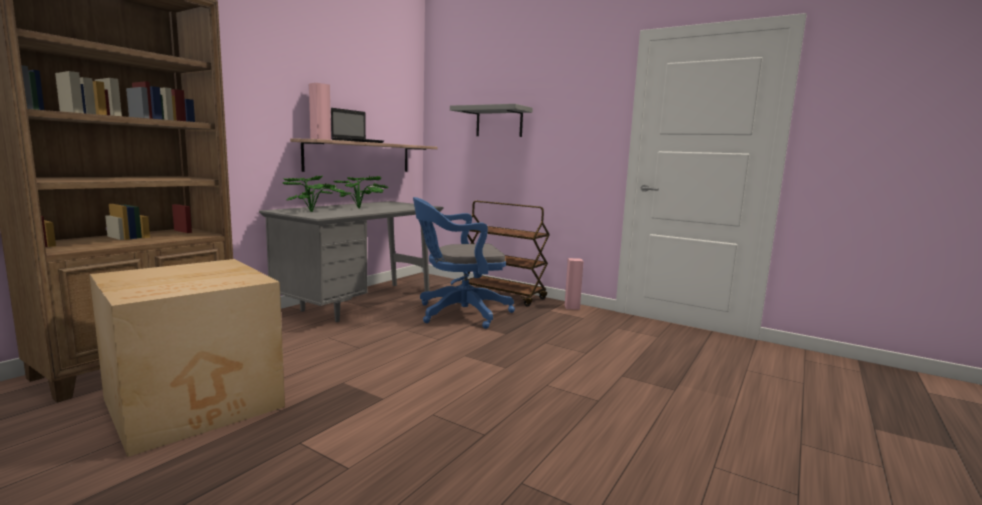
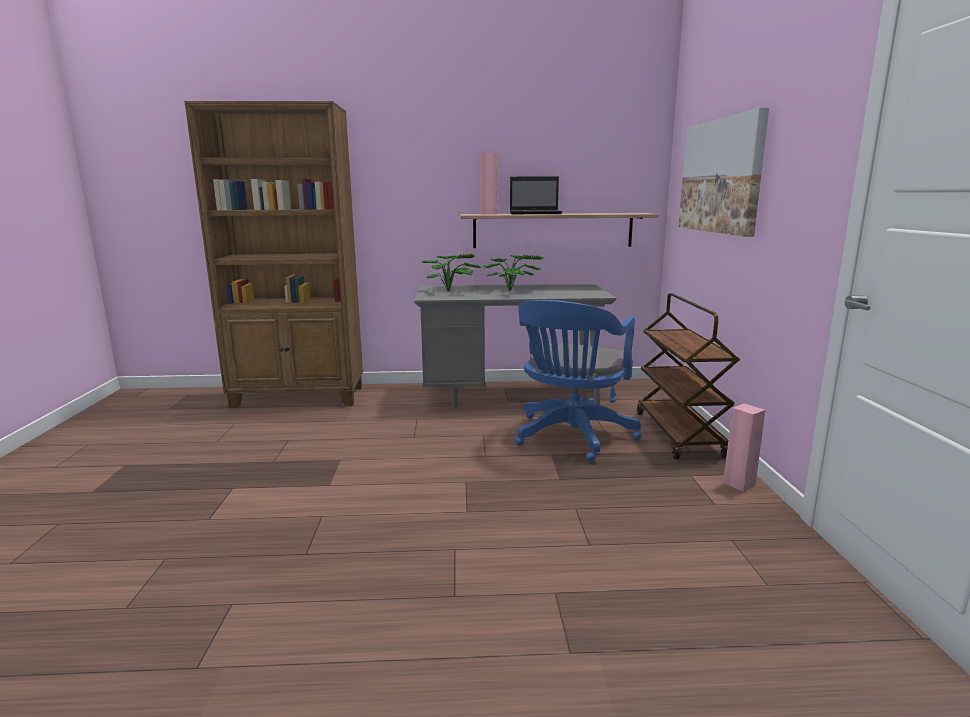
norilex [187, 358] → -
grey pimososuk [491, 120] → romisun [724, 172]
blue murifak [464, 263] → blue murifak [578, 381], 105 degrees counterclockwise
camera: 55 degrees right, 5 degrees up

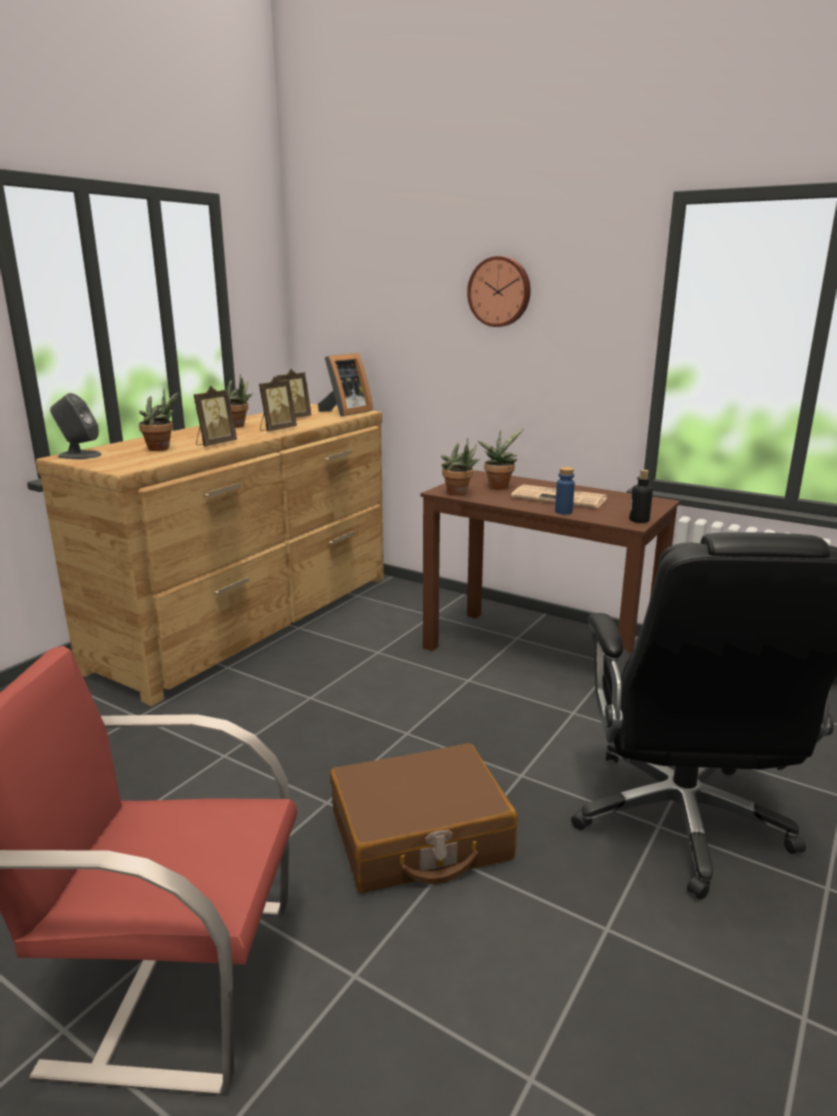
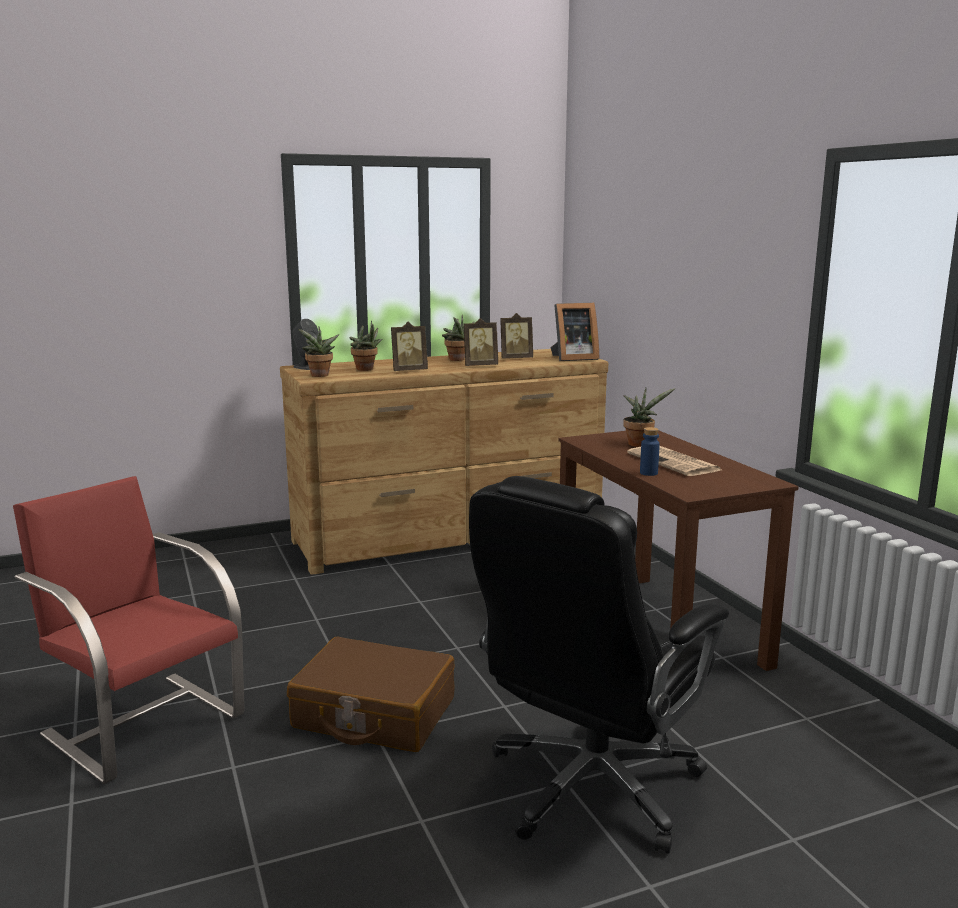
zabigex [499, 291] → -
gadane [641, 496] → -
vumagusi [460, 467] → vumagusi [318, 352], shifted
camera: 35 degrees right, 5 degrees down

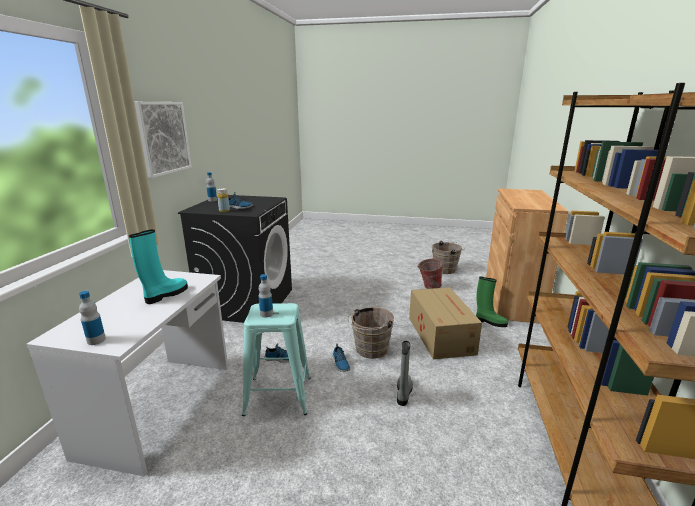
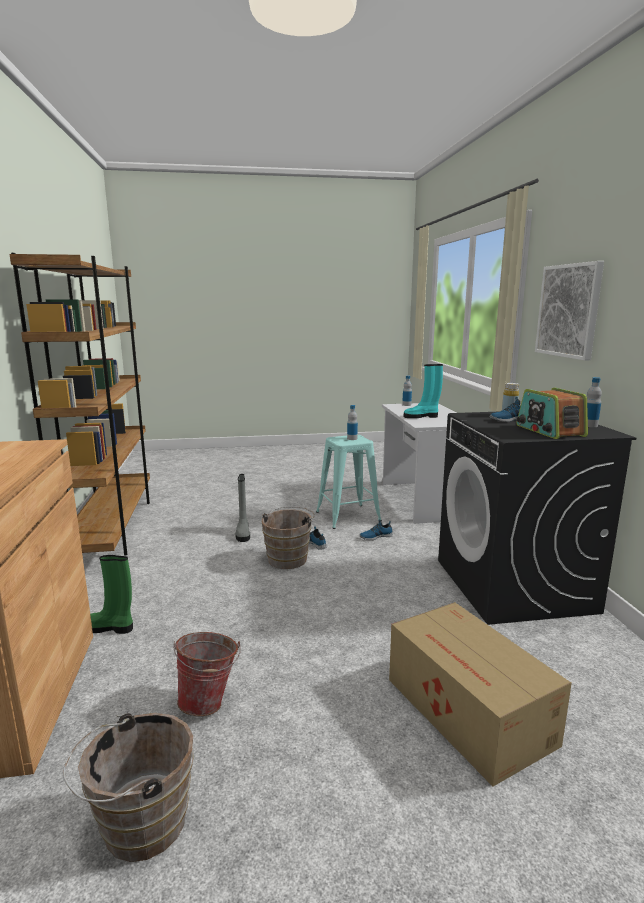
- → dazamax [552, 413]
norilex [445, 323] → norilex [480, 694], shifted
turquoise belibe [158, 267] → turquoise belibe [423, 391], 75 degrees clockwise
camera: 160 degrees right, 5 degrees down

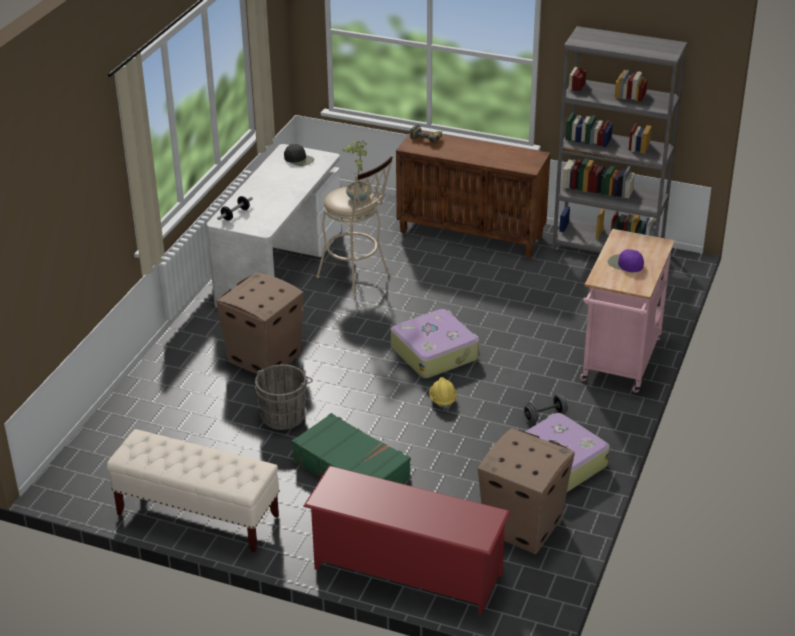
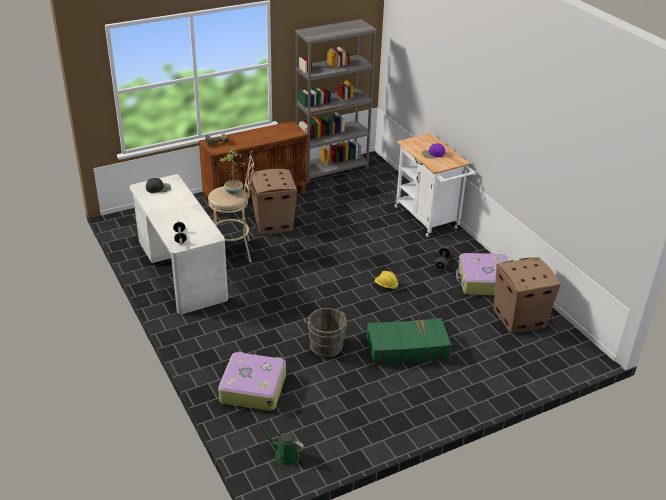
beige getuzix [193, 490] → -
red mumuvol [406, 540] → -
- → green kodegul [281, 443]
norilex [260, 323] → norilex [273, 202], shifted
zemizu [435, 343] → zemizu [252, 381], shifted
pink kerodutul [627, 310] → white kerodutul [435, 185]
camera: 50 degrees left, 0 degrees up

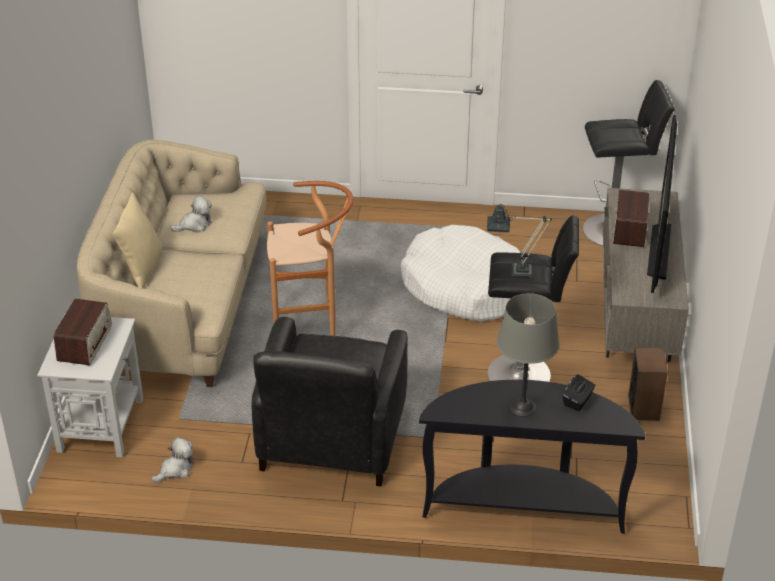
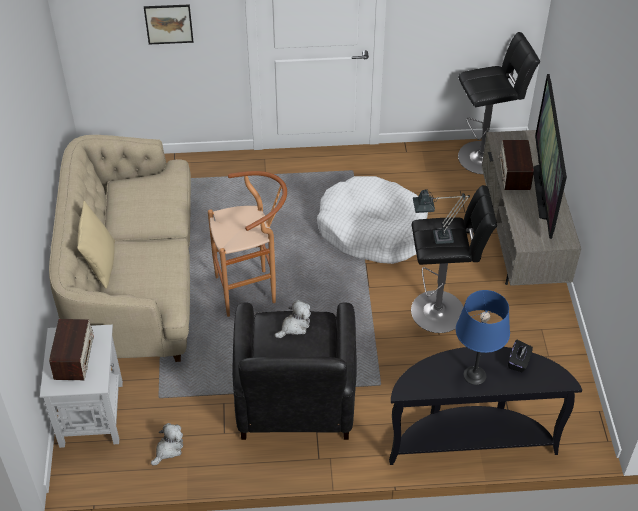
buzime [648, 384] → -
- → romisun [168, 24]
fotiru [191, 214] → fotiru [293, 319], shifted
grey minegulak [528, 355] → blue minegulak [483, 337]
camera: 10 degrees left, 10 degrees up

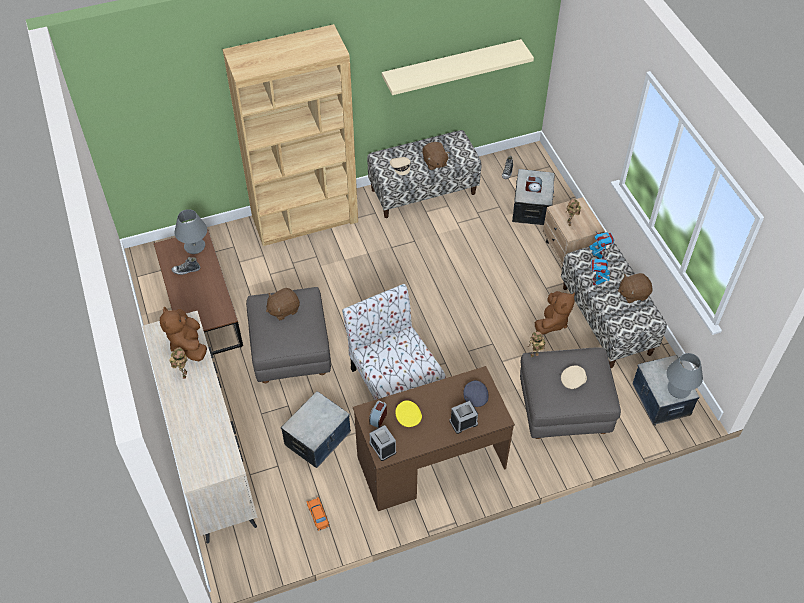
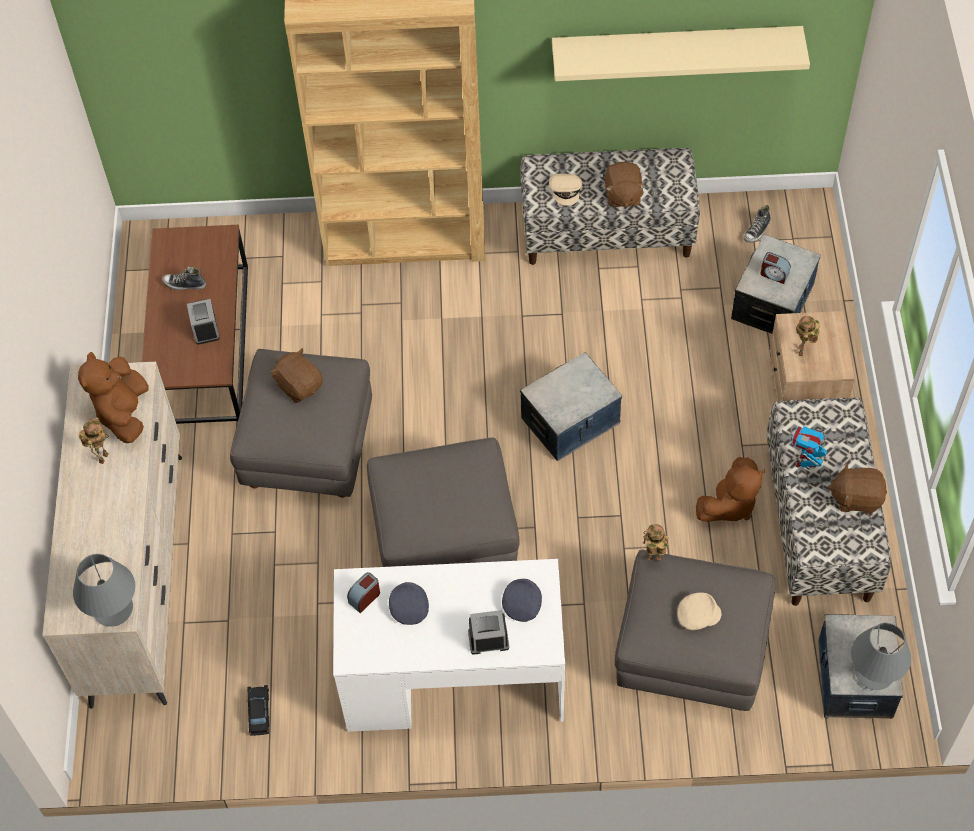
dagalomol [602, 245] → -
grey minegulak [190, 231] → grey minegulak [104, 590], shifted
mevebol [316, 429] → mevebol [571, 406], shifted
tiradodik [382, 443] → tiradodik [203, 322], shifted
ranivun [394, 342] → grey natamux [443, 502]
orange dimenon [318, 514] → black dimenon [258, 710]
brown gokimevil [434, 438] → white gokimevil [449, 645]
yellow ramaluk [409, 413] → grey ramaluk [409, 603]
brown fotiru [283, 304] → brown fotiru [296, 375], 60 degrees clockwise
camera: 20 degrees right, 5 degrees up

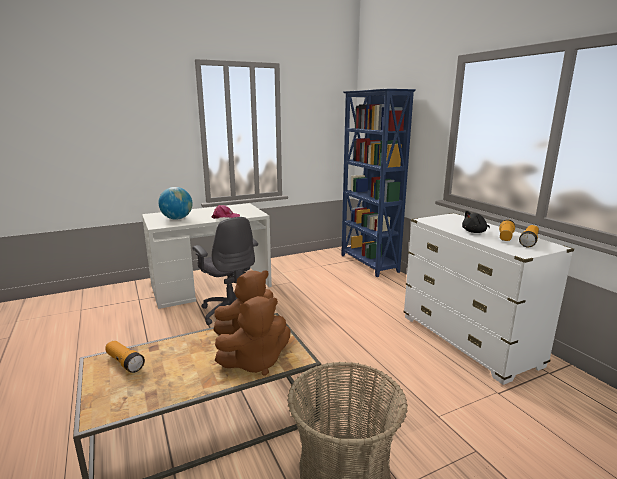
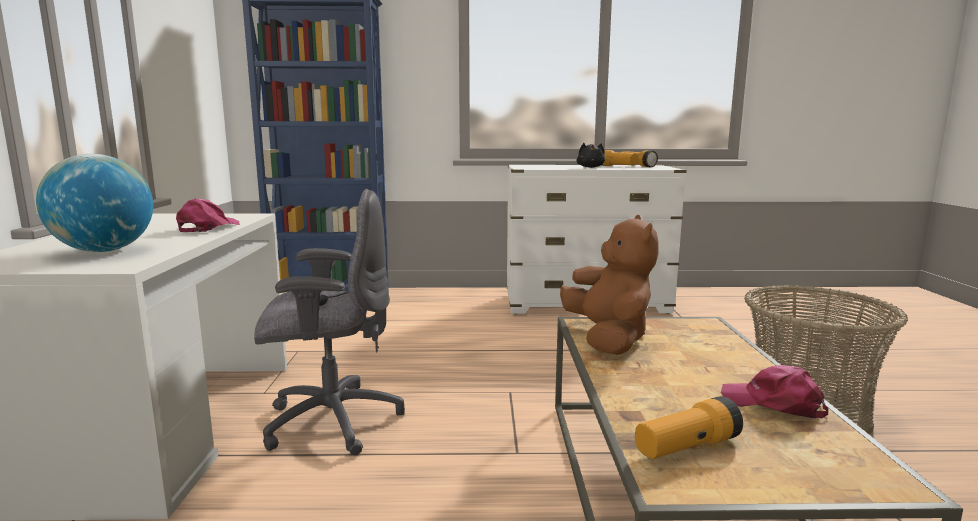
brown fotiru [252, 336] → -
- → pink ramaluk [774, 391]
camera: 65 degrees left, 5 degrees down

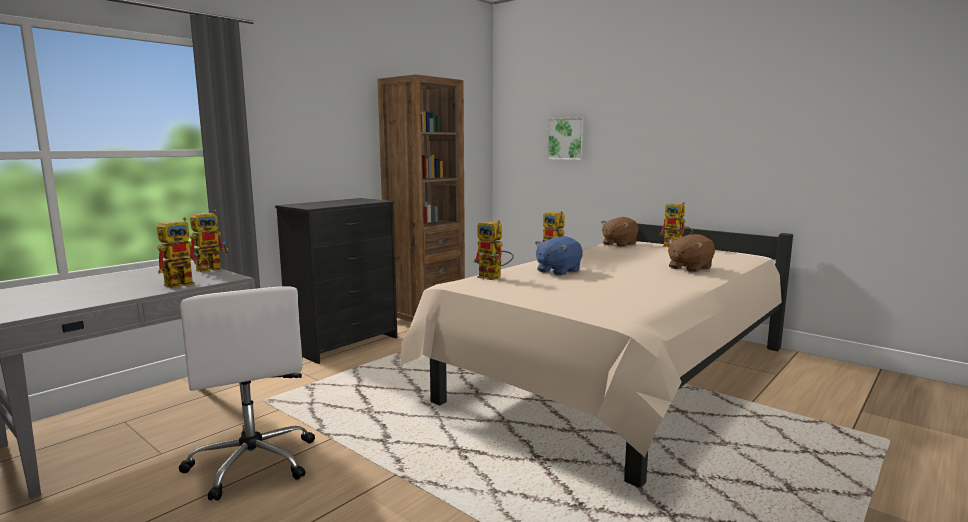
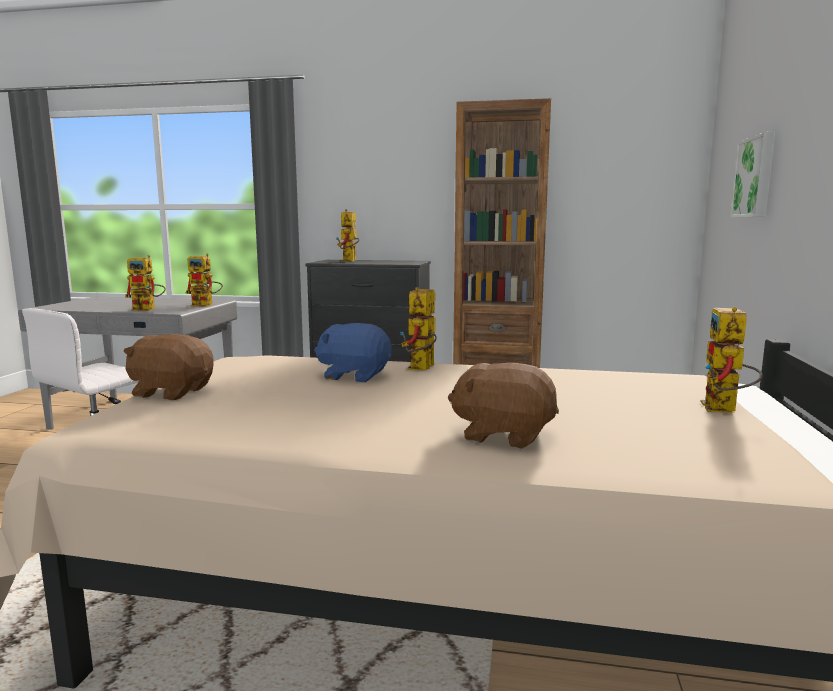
dagalomol [494, 250] → dagalomol [348, 235], shifted
brown fotiru [620, 232] → brown fotiru [168, 367], shifted
camera: 60 degrees right, 0 degrees up

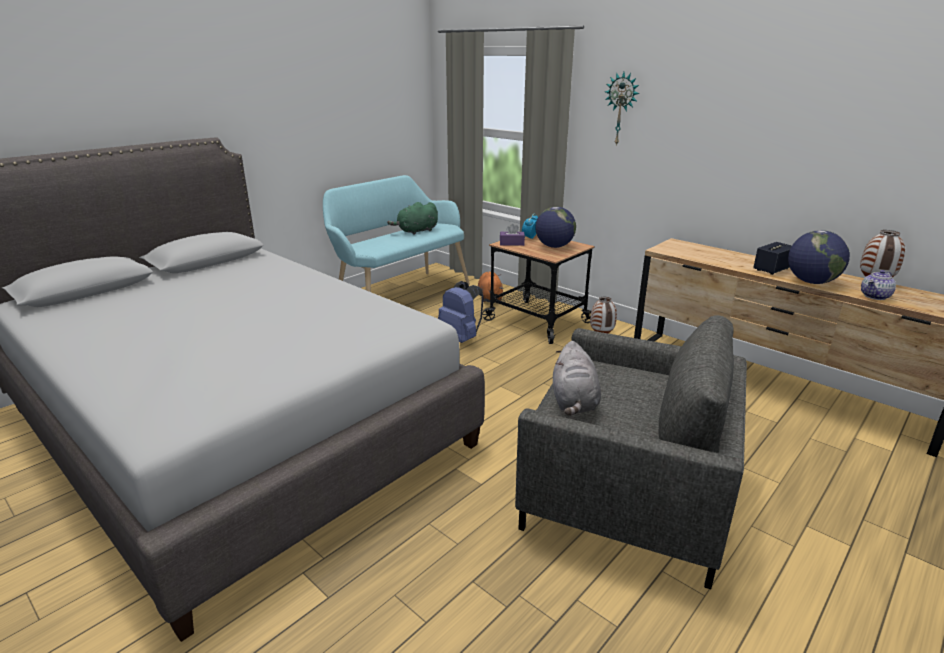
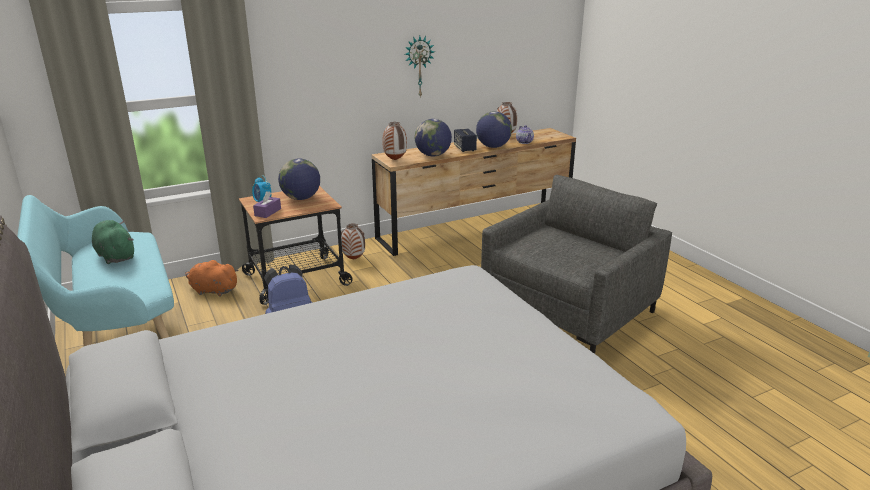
grey fotiru [577, 378] → -
- → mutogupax [394, 141]
- → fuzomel [433, 137]
zabigex [622, 109] → zabigex [420, 66], shifted
green fotiru [412, 218] → green fotiru [113, 242], 150 degrees clockwise
camera: 70 degrees left, 0 degrees up

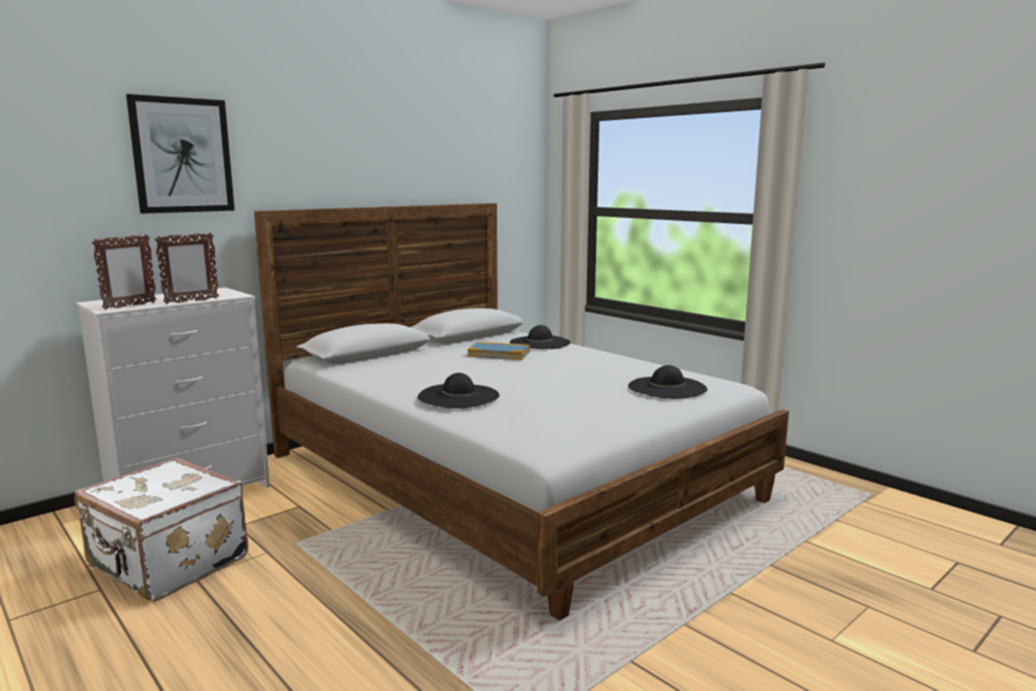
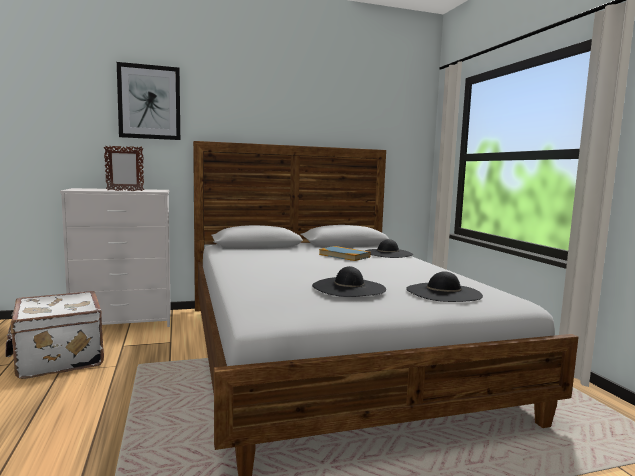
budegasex [124, 272] → -
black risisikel [458, 391] → black risisikel [349, 281], shifted
camera: 25 degrees right, 5 degrees down

